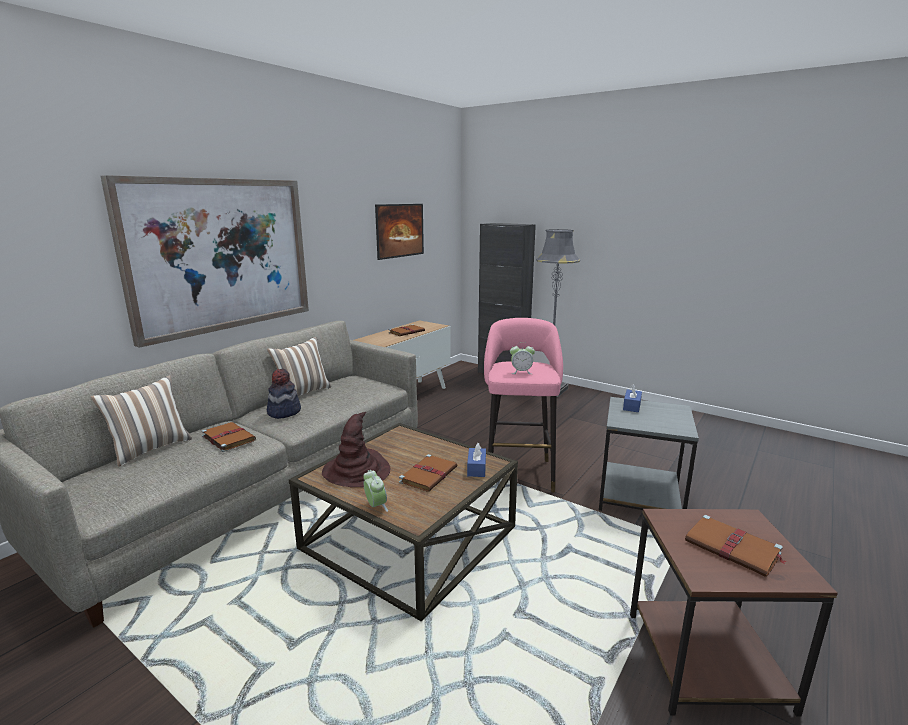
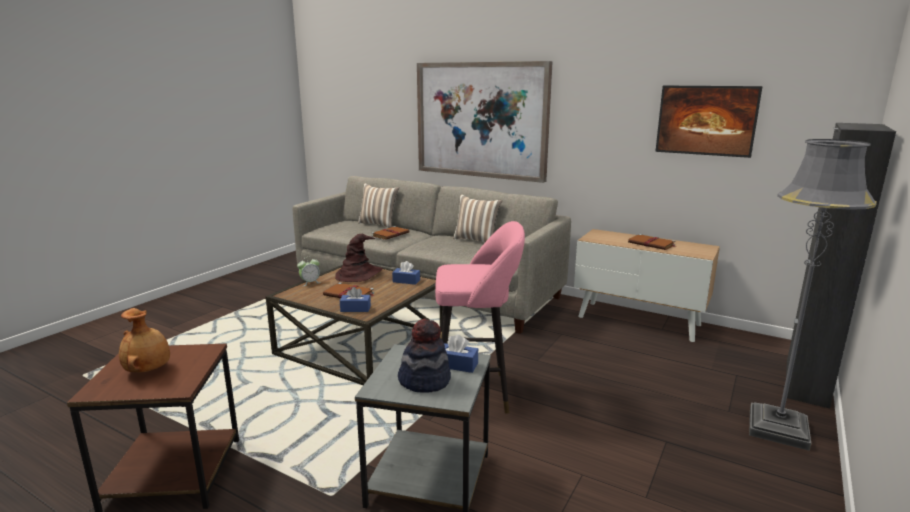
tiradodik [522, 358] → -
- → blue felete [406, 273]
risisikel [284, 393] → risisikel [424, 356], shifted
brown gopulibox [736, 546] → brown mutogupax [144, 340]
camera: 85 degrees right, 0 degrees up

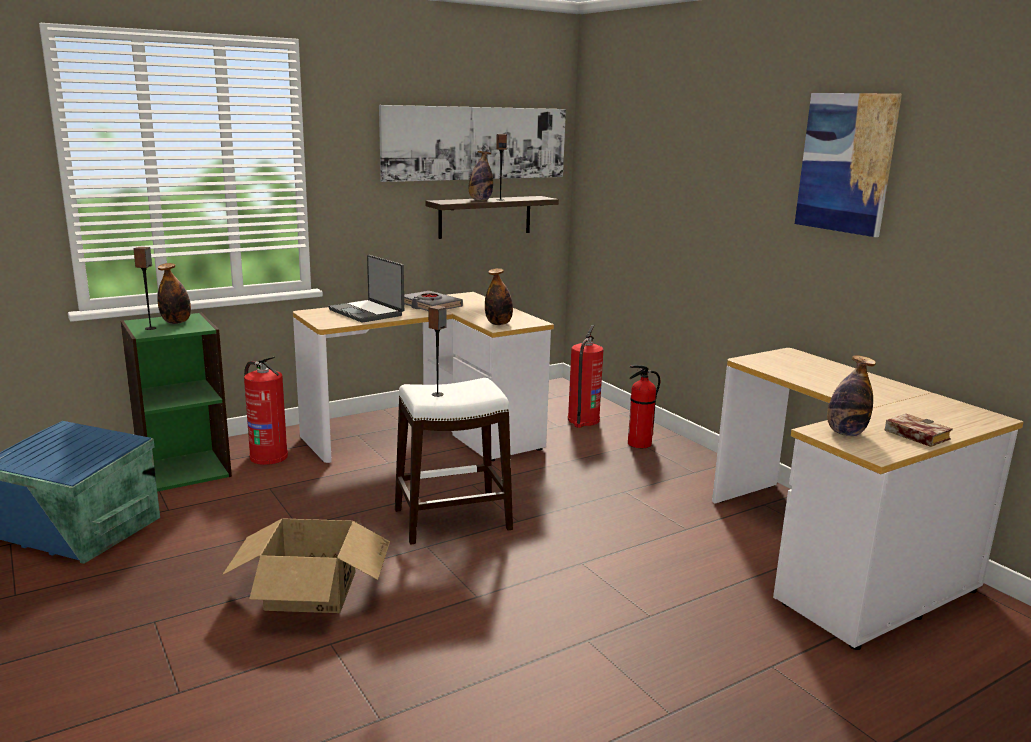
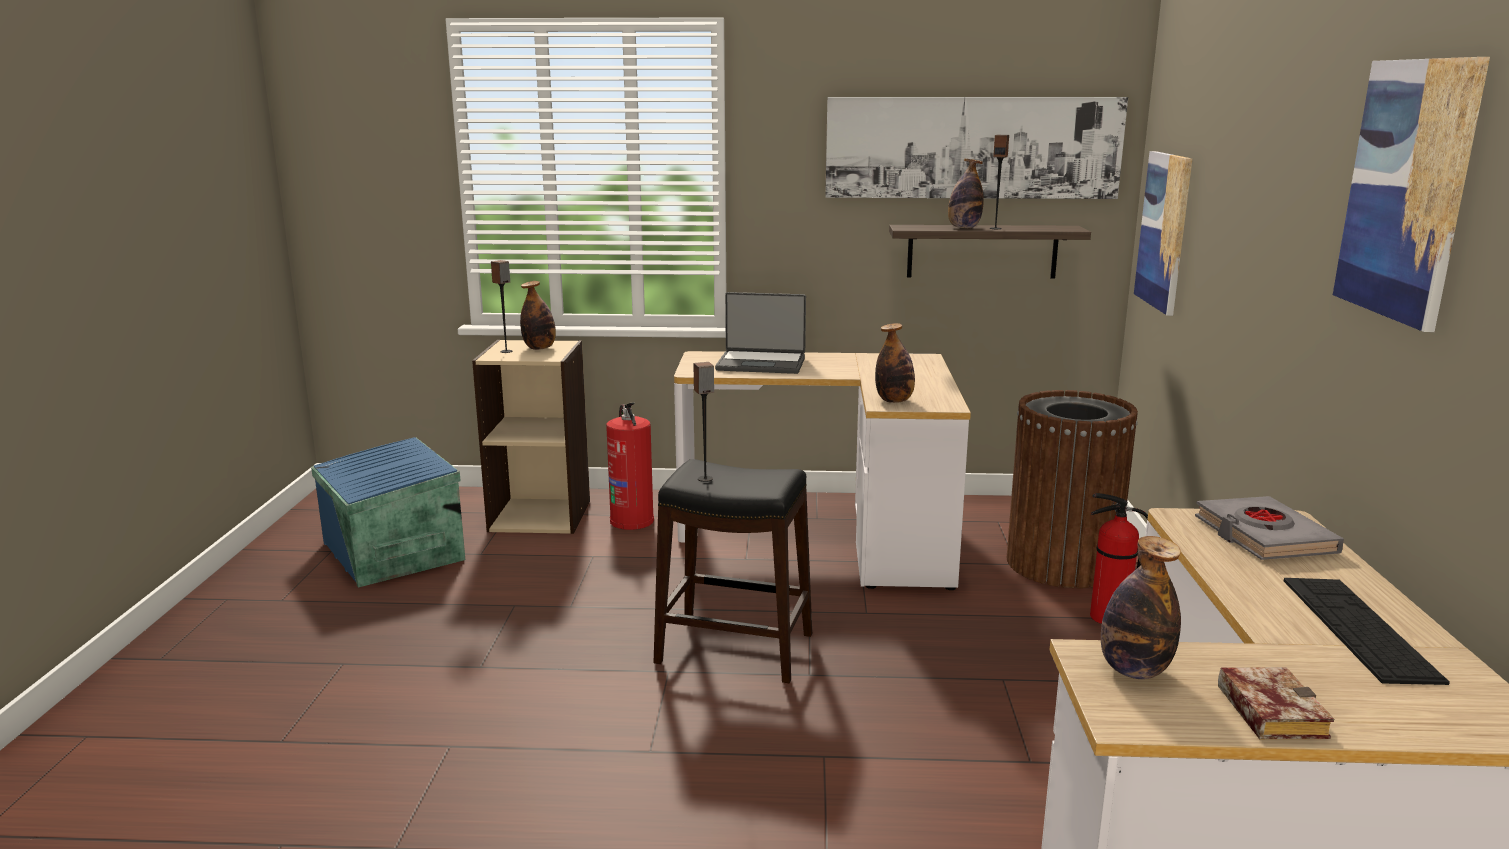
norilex [306, 565] → -
- → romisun [1163, 233]
- → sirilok [1367, 631]
grey gopulibox [433, 301] → grey gopulibox [1269, 528], shifted
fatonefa [586, 376] → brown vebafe [1072, 489]
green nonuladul [176, 402] → beige nonuladul [531, 437]
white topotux [454, 461] → black topotux [733, 571]
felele [366, 288] → felele [760, 333], 75 degrees counterclockwise
camera: 35 degrees right, 0 degrees up

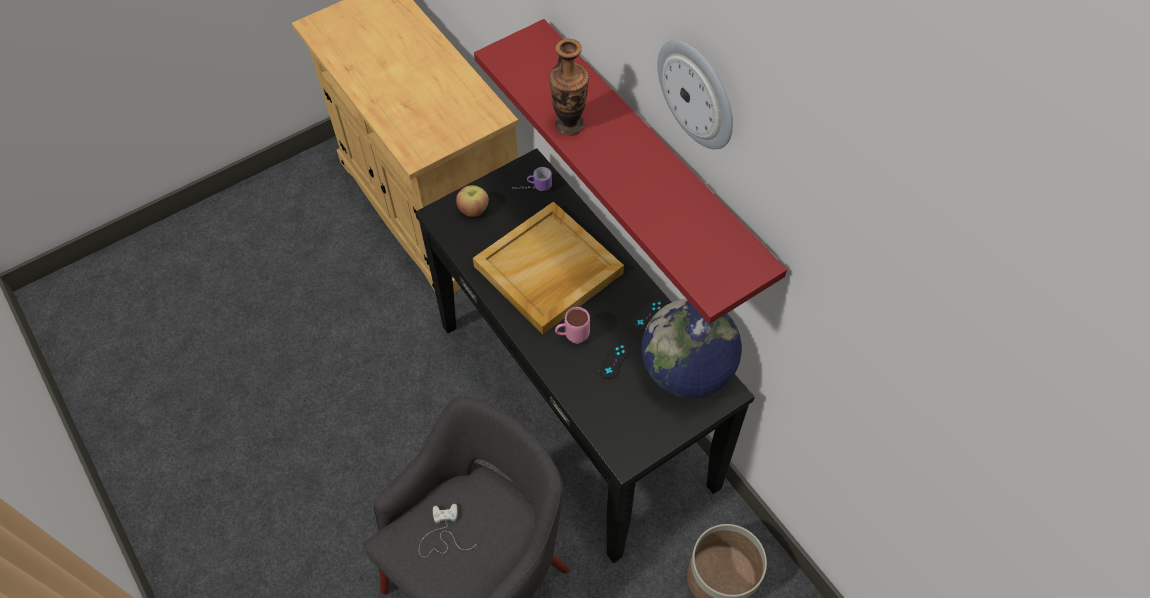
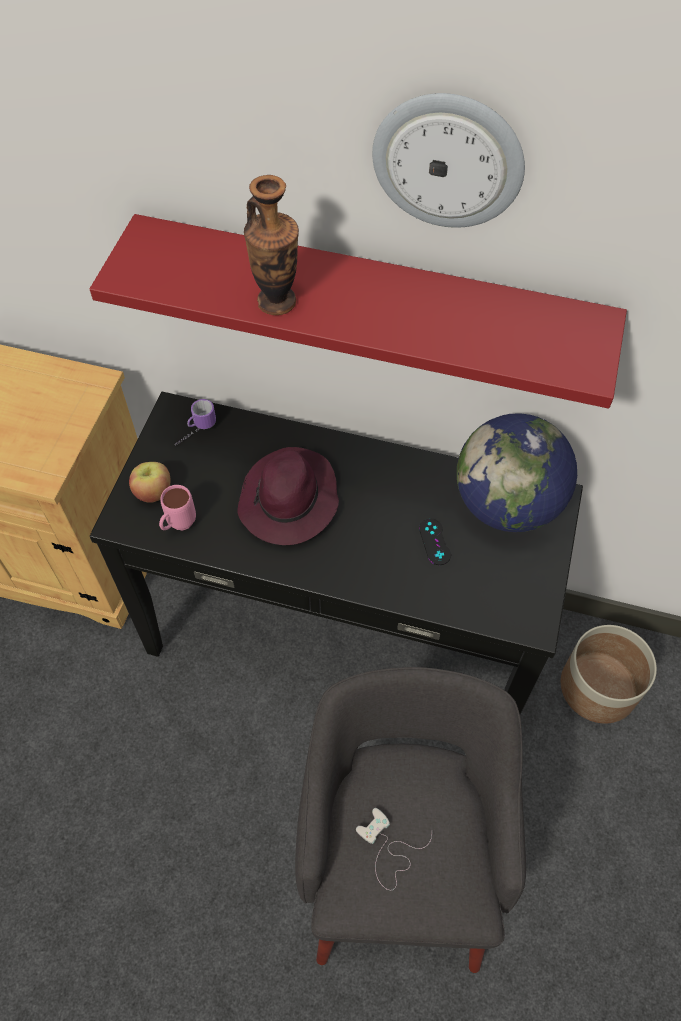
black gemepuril [648, 314] → -
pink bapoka [572, 325] → pink bapoka [177, 507], shifted
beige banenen [548, 267] → purple risisikel [288, 496]
camera: 40 degrees left, 0 degrees up

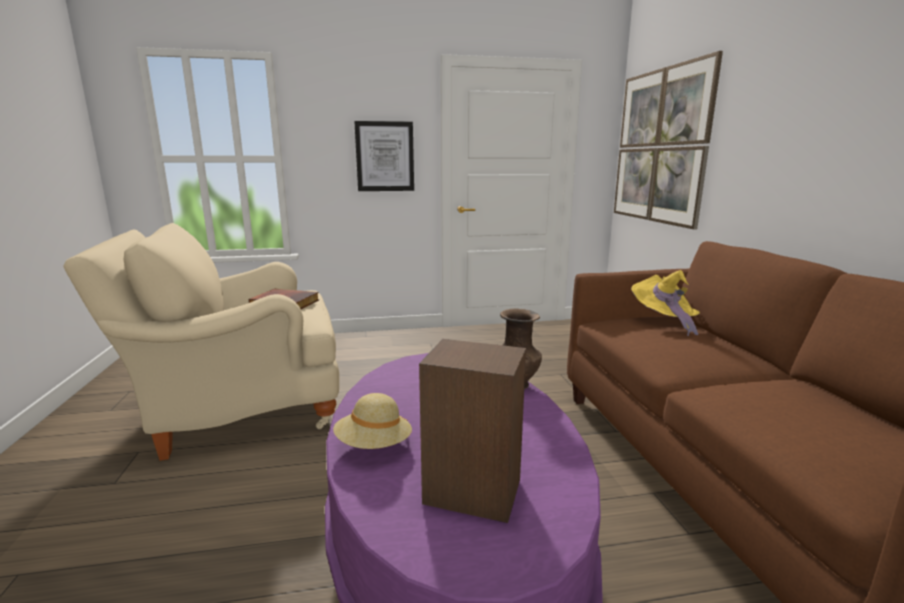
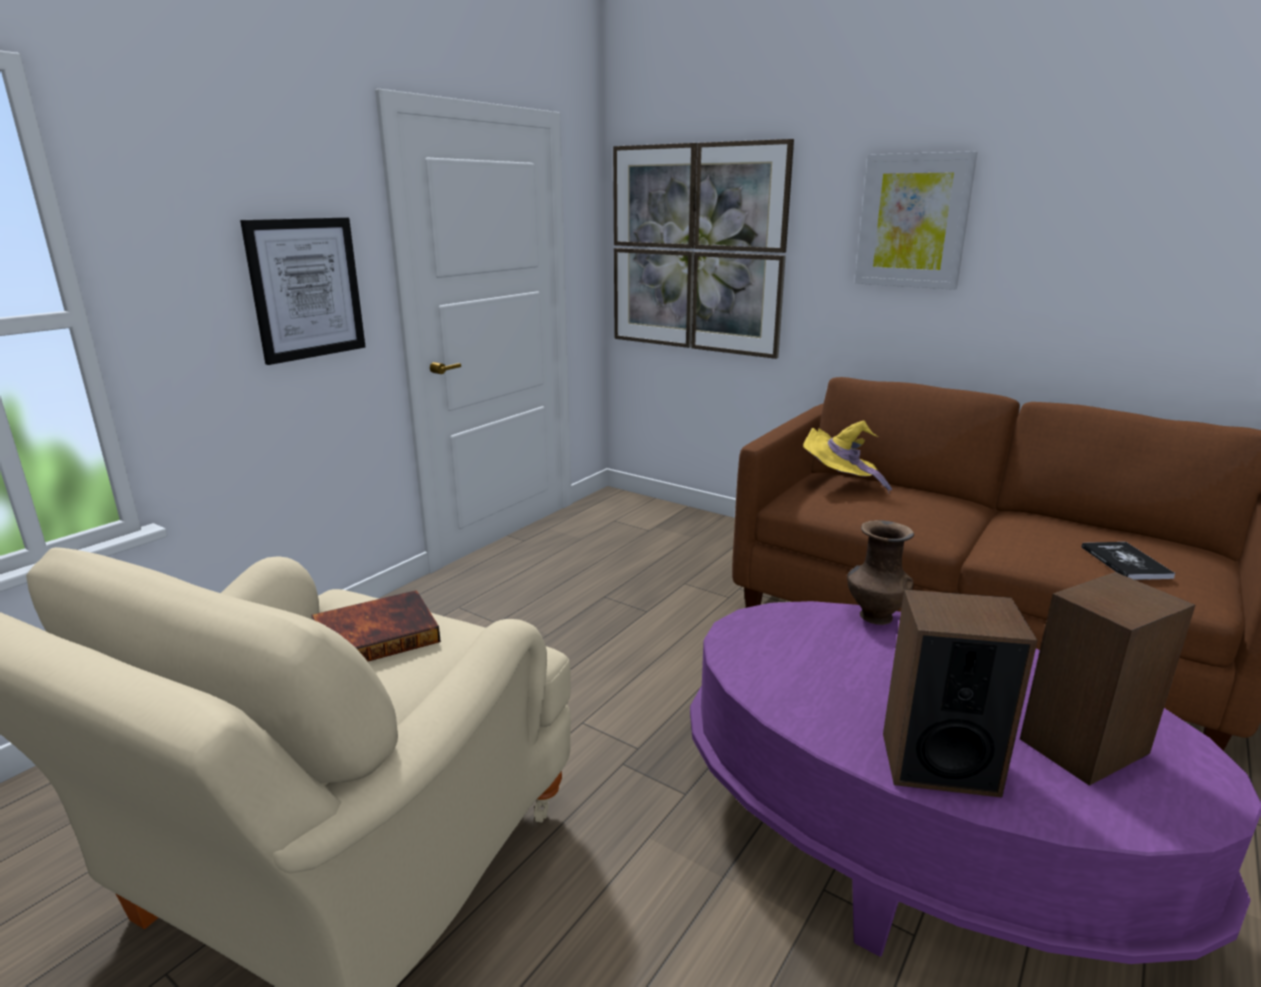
- → romisun [916, 220]
- → gopulibox [1129, 561]
beige risisikel [372, 421] → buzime [960, 693]
camera: 45 degrees left, 5 degrees up

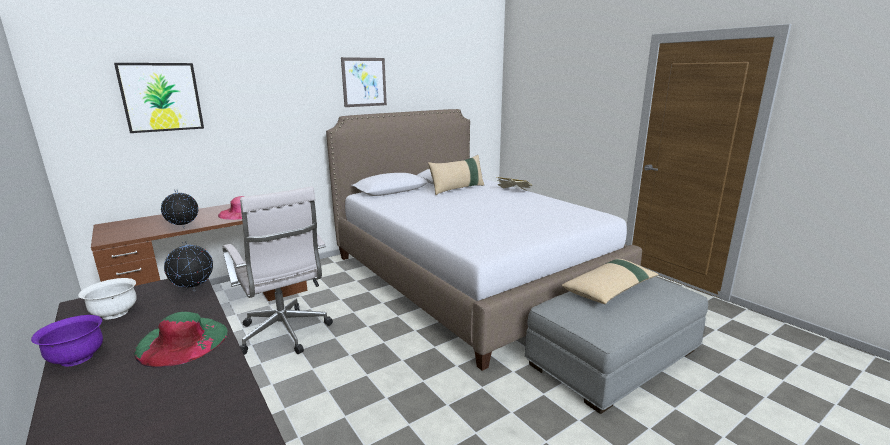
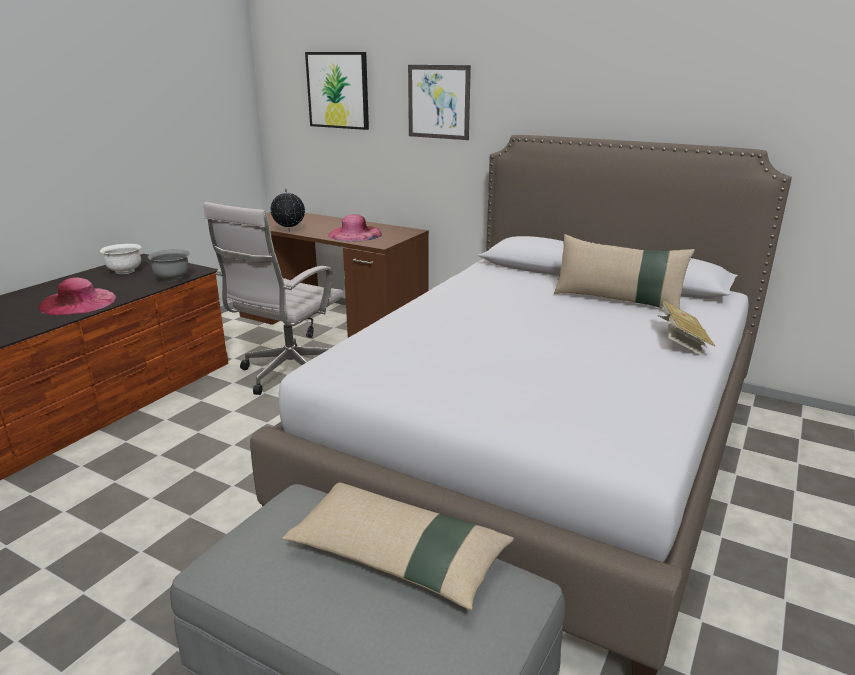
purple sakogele [67, 341] → -
romisun [364, 82] → romisun [439, 102], shifted
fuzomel [188, 266] → grey sakogele [169, 265]
green risisikel [181, 340] → pink risisikel [77, 296]
camera: 65 degrees right, 5 degrees up

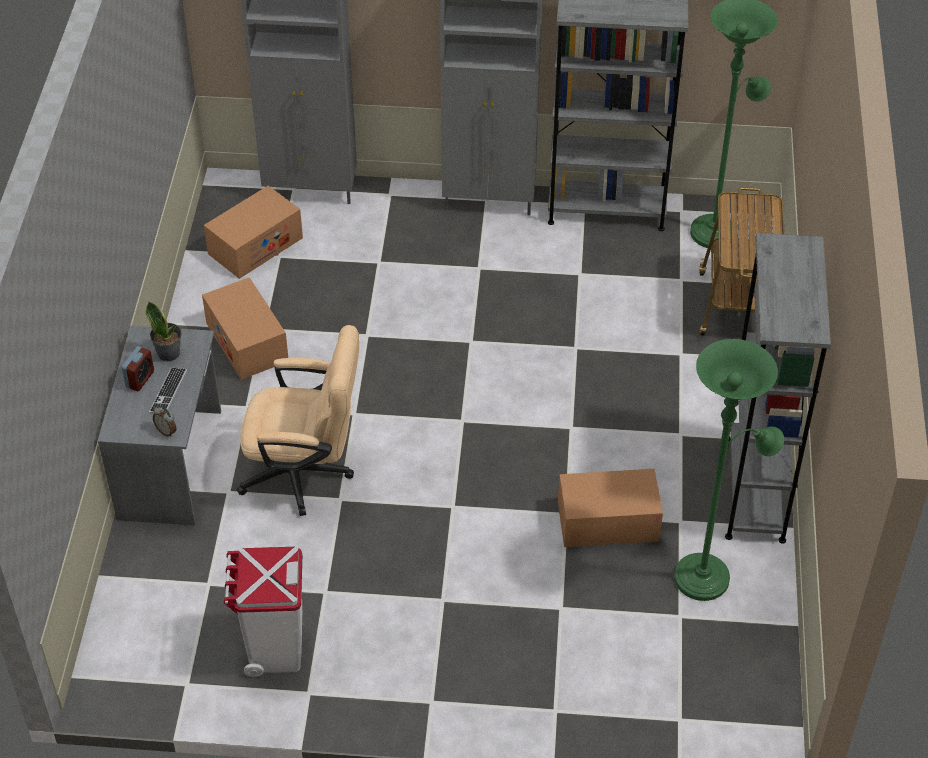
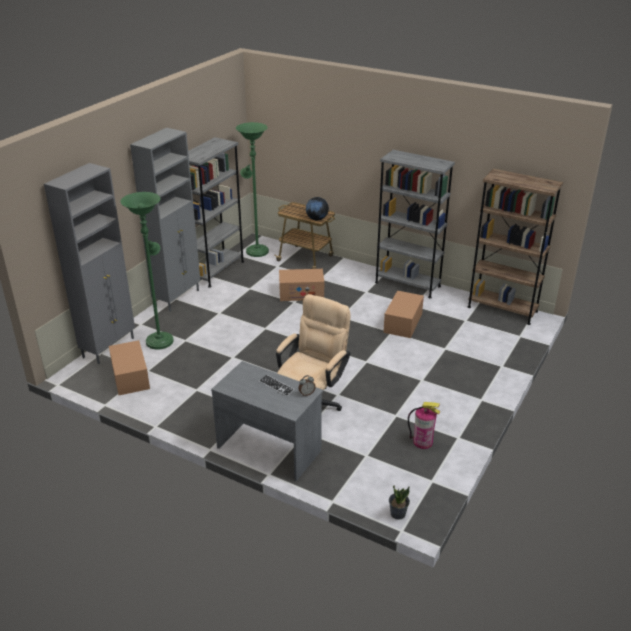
tiradodik [138, 368] → -
- → fuzomel [317, 208]
- → brown nonuladul [515, 247]
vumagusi [164, 332] → vumagusi [399, 502], shifted
norilex [245, 328] → norilex [301, 285], shifted
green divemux [729, 470] → green divemux [147, 271], shifted
white vebafe [263, 612] → fatonefa [424, 425]
camera: 65 degrees left, 15 degrees down

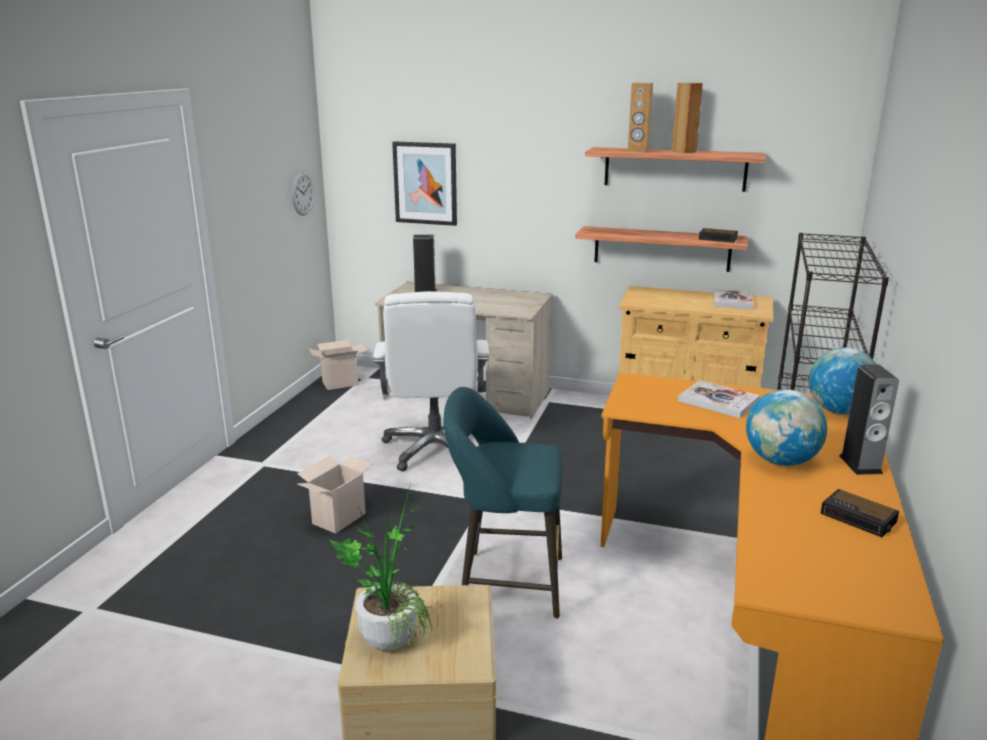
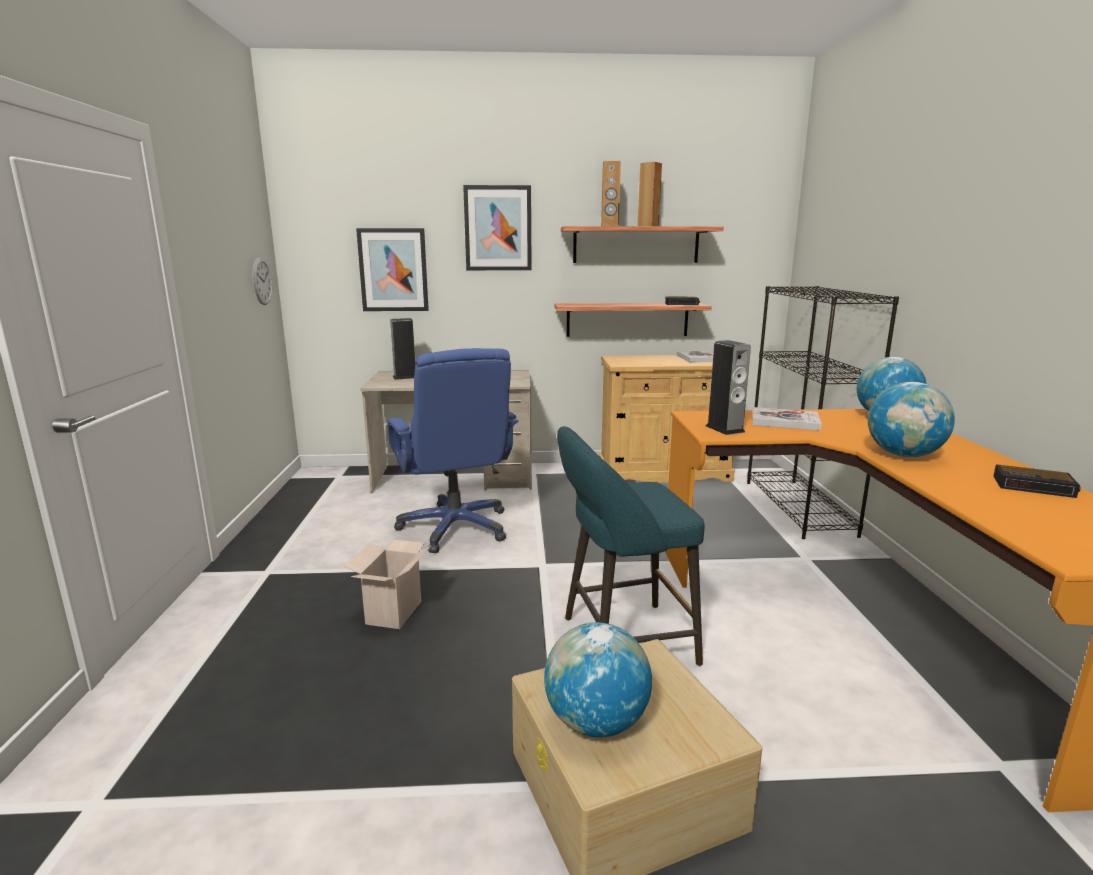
norilex [338, 365] → -
- → romisun [497, 227]
buzime [869, 419] → buzime [728, 387], shifted
vumagusi [380, 567] → fuzomel [598, 679]
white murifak [431, 381] → blue murifak [452, 450]
camera: 20 degrees left, 5 degrees down

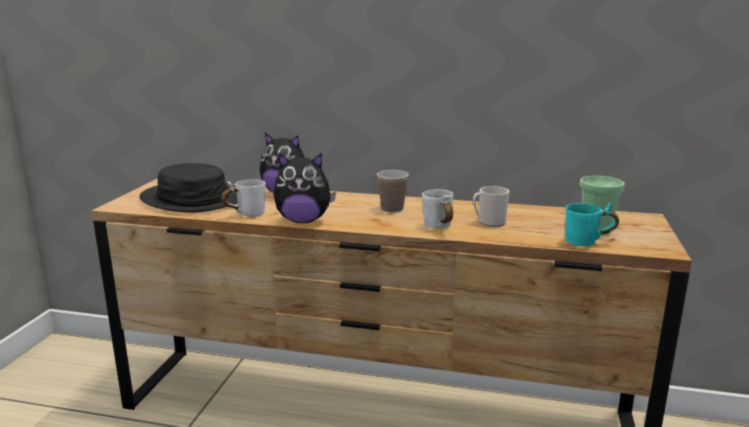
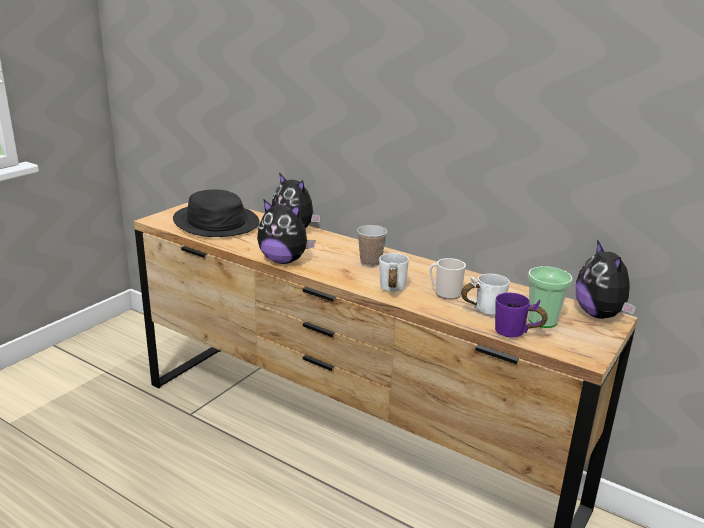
- → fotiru [606, 279]
white bapoka [243, 198] → white bapoka [485, 294], shifted
turquoise bapoka [592, 224] → purple bapoka [521, 315]
camera: 20 degrees right, 5 degrees up

